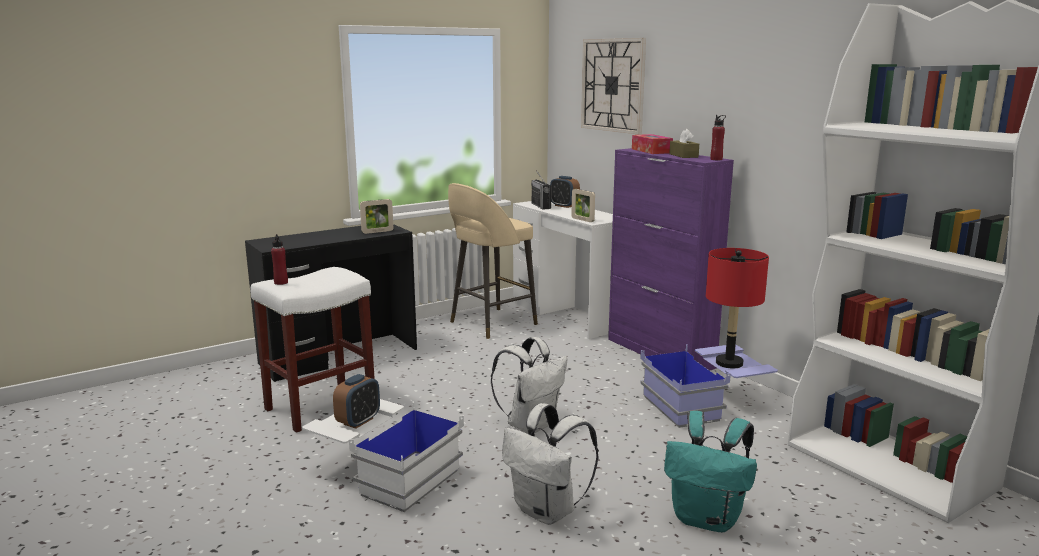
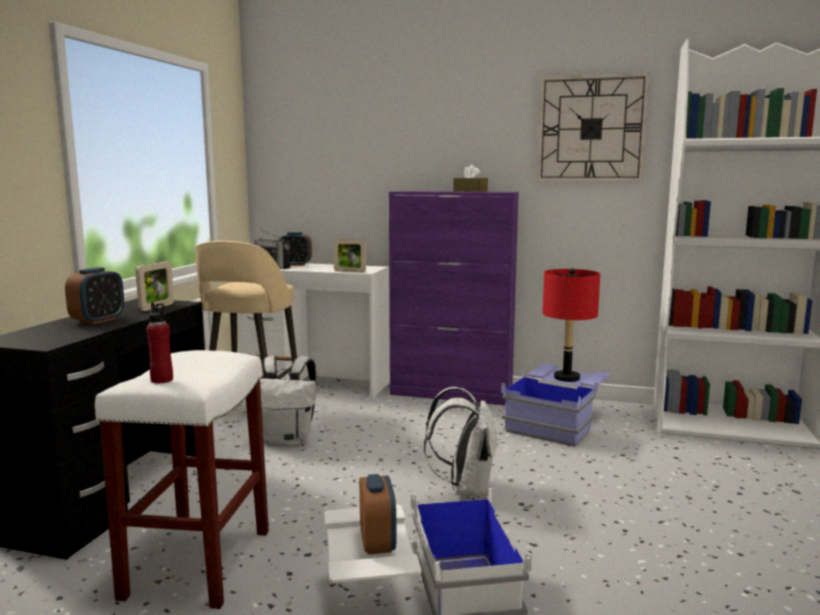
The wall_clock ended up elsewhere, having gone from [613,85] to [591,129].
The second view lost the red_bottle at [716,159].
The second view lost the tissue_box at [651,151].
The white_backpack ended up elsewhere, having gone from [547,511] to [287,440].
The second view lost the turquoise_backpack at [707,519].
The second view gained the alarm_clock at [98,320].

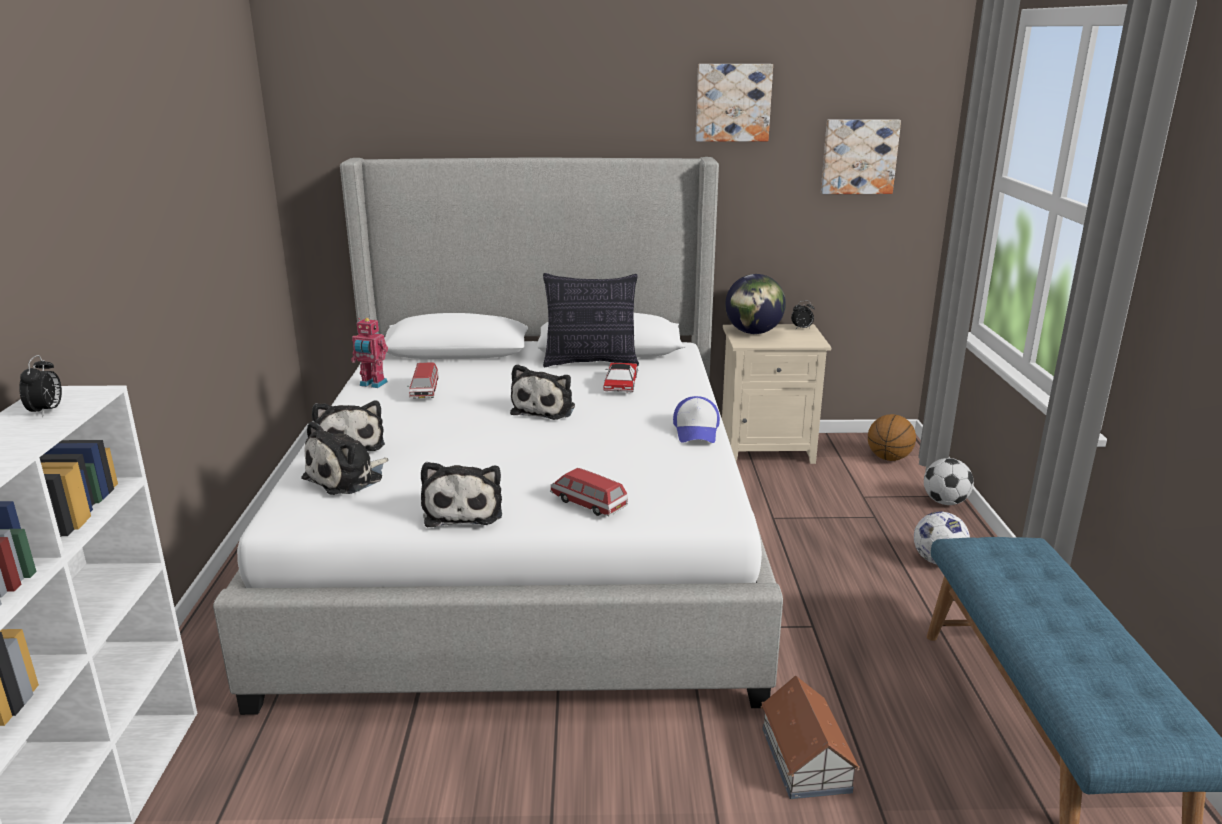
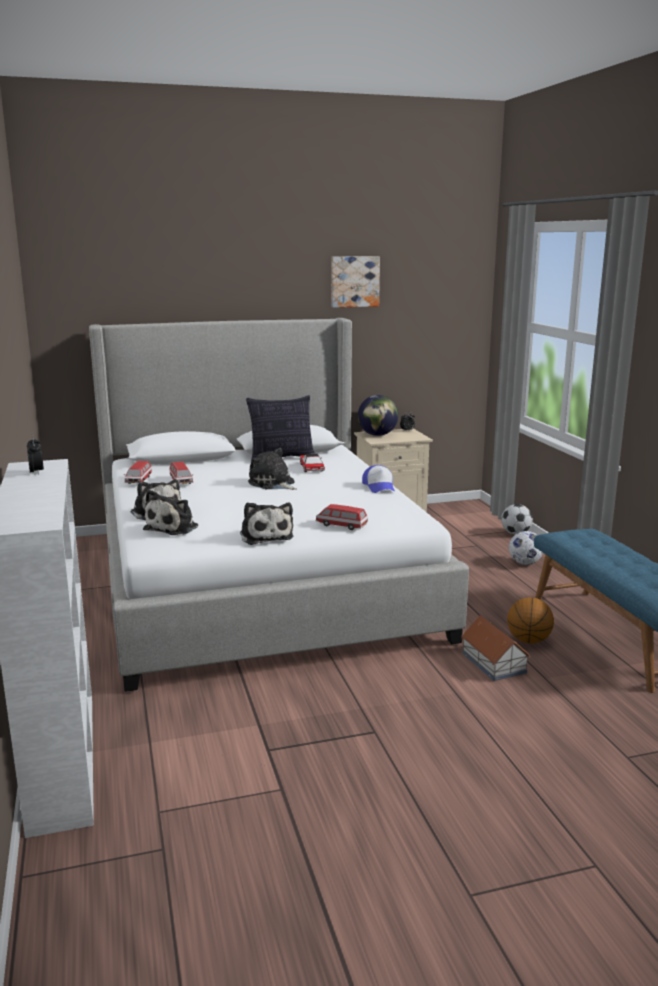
The second view lost the picture at [858,156].
Where the toy_robot stood at [372,384], the toy_car came to stand at [138,480].
The plush_toy at [545,409] ended up facing another way, 135 degrees clockwise from before.
The basketball ended up elsewhere, having gone from [889,458] to [528,640].

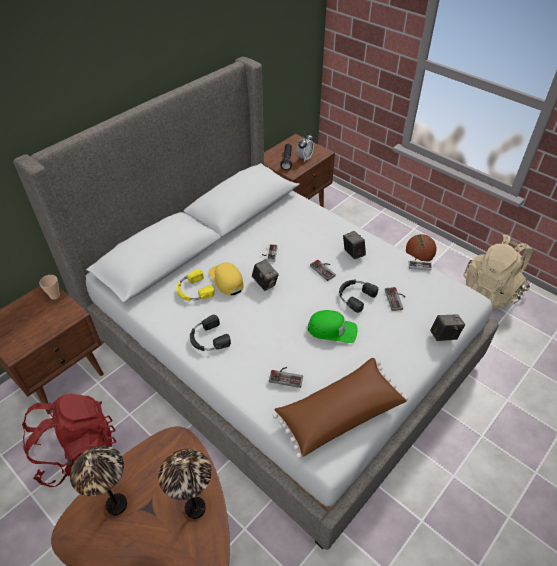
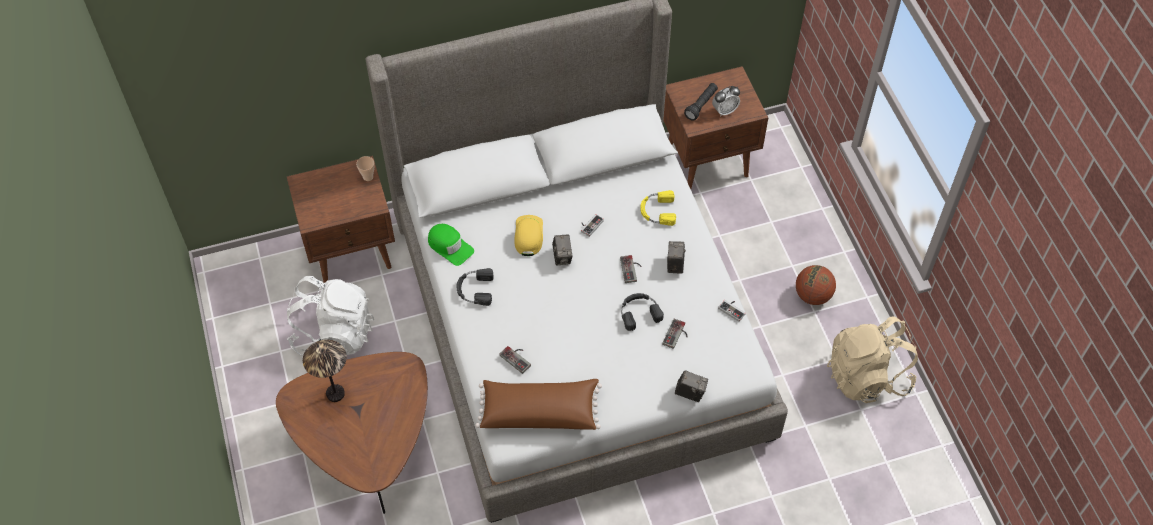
The yellow_headphones ended up elsewhere, having gone from [193,291] to [657,211].
The green_cap ended up elsewhere, having gone from [332,330] to [450,246].
What was the red_backpack at [77,451] turned into the white_backpack at [334,333].
The second view lost the table_lamp at [195,508].

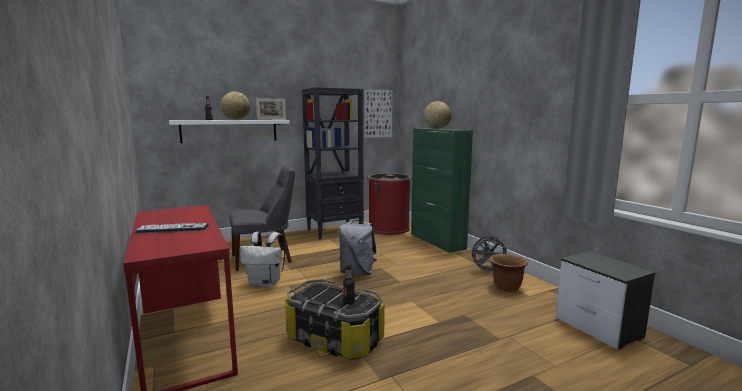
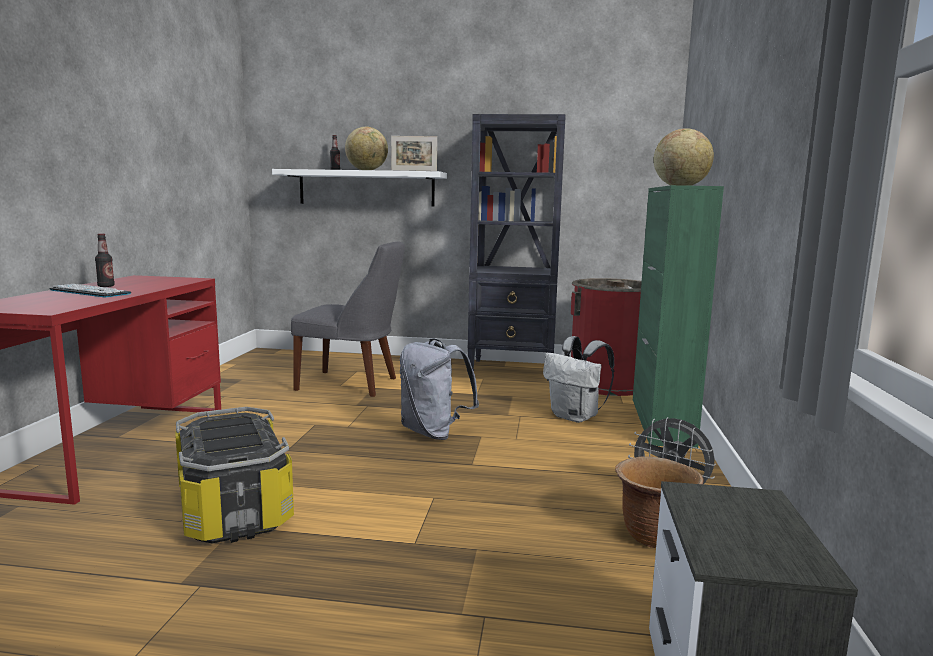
The second view lost the picture at [378,113].
The white_backpack ended up elsewhere, having gone from [266,283] to [576,417].
The bottle ended up elsewhere, having gone from [349,302] to [106,286].

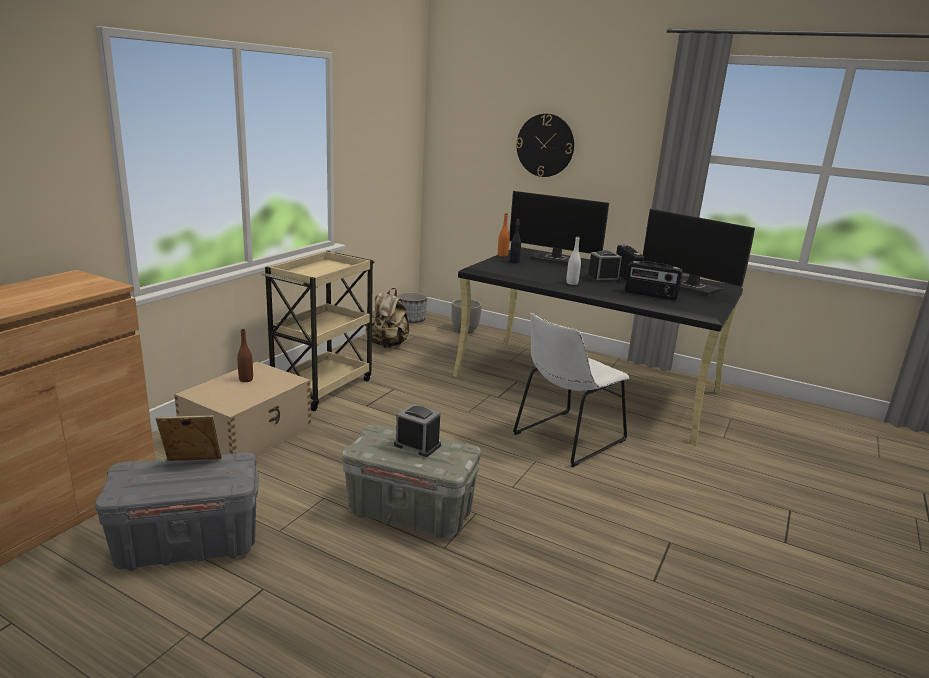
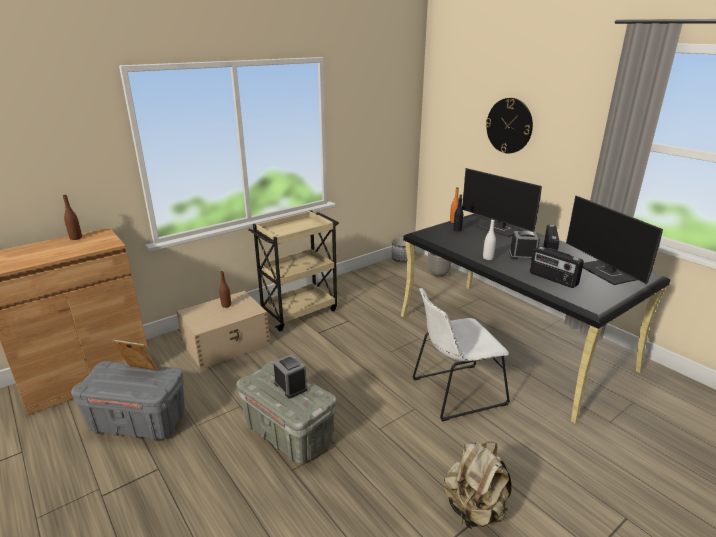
The beige_backpack ended up elsewhere, having gone from [387,345] to [474,510].
The second view gained the brown_bottle at [76,238].

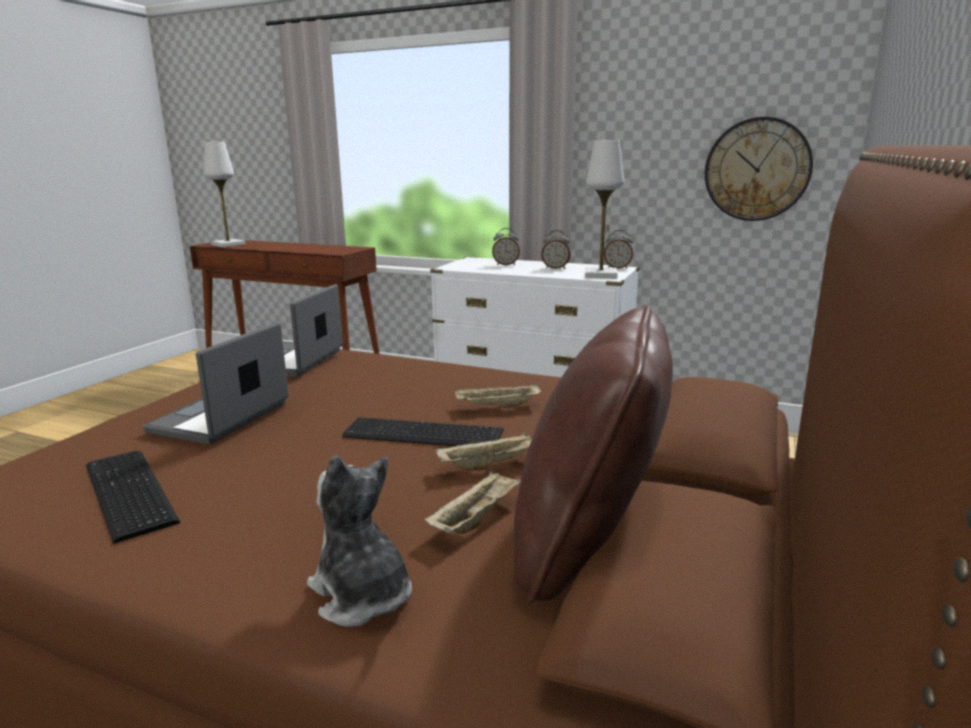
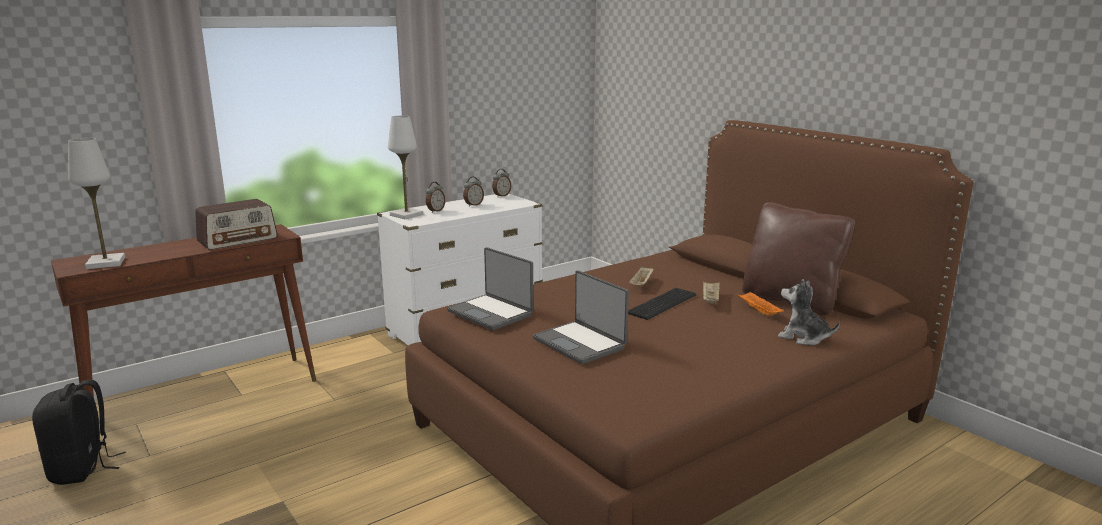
The second view lost the wall_clock at [757,169].
The white_table_lamp ended up elsewhere, having gone from [601,275] to [406,215].
The second view lost the keyboard at [126,494].
The plush_toy at [362,596] ended up facing another way, 45 degrees clockwise from before.
What was the beige_tray at [476,518] turned into the orange_tray at [758,311].
The second view gained the radio at [238,240].
The second view gained the black_backpack at [82,469].

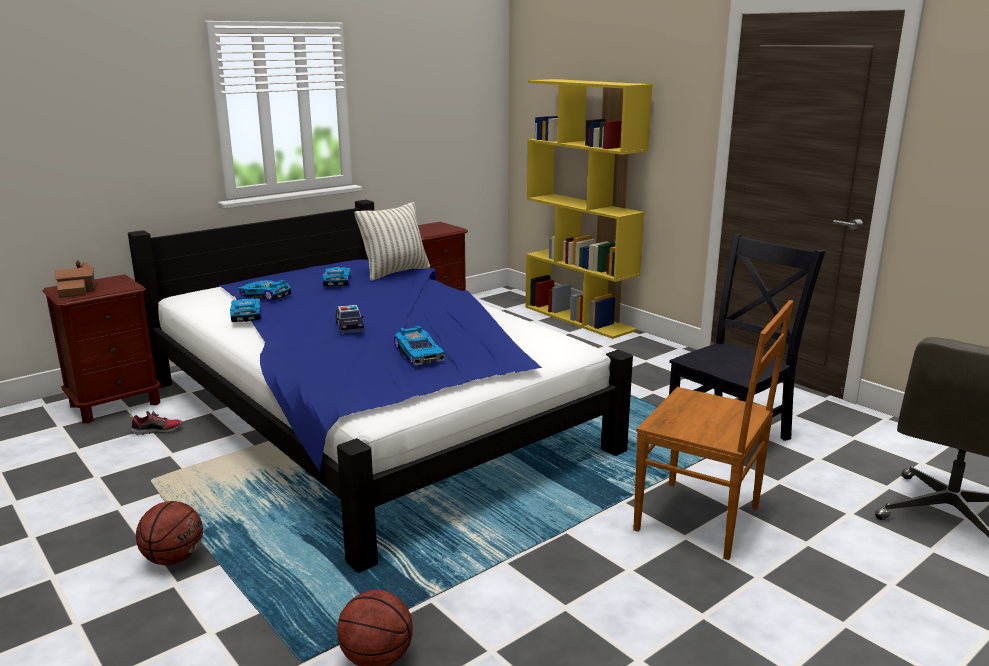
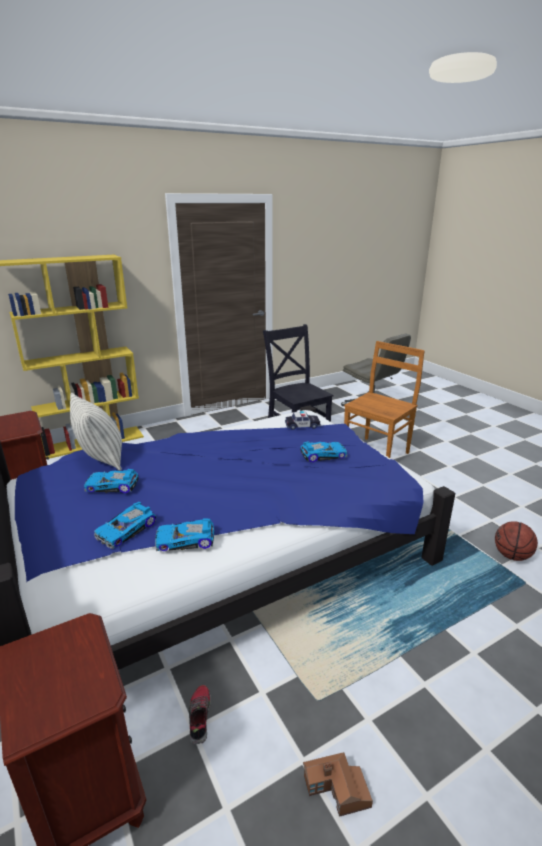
The toy_house ended up elsewhere, having gone from [78,290] to [336,790].
The toy_car ended up elsewhere, having gone from [349,326] to [302,425].
The second view lost the basketball at [174,558].

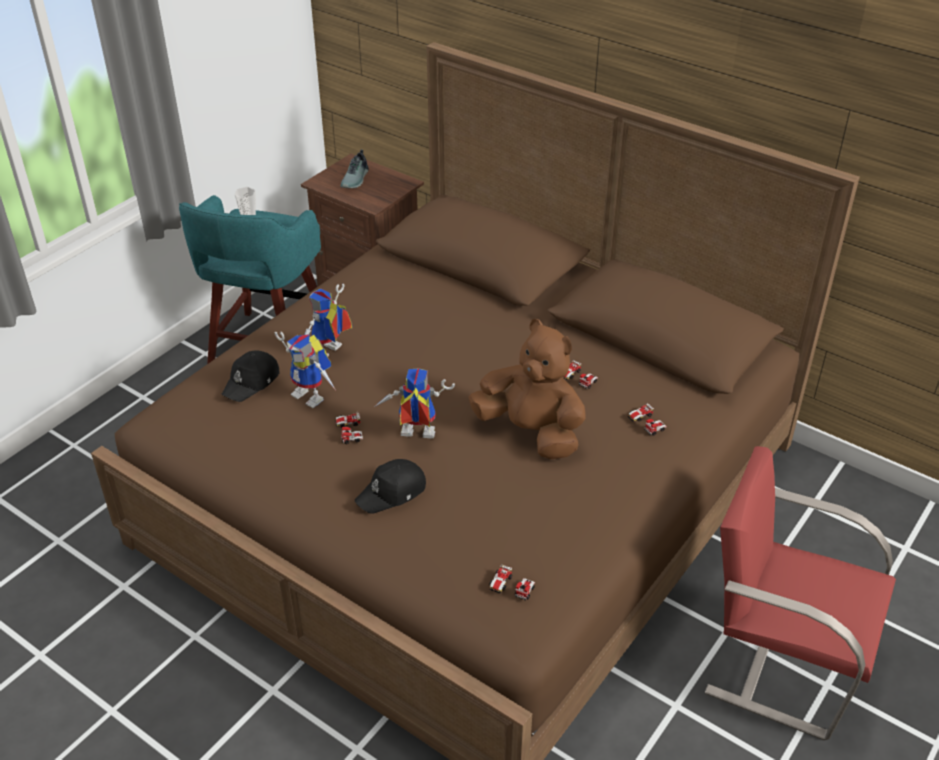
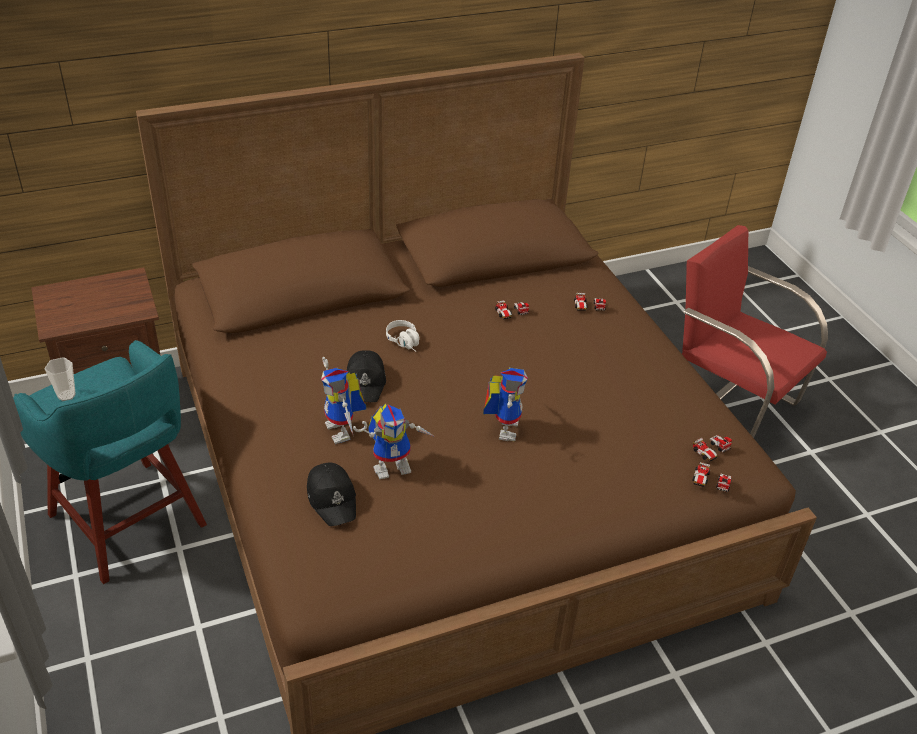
The second view lost the shoe at [356,179].
The second view lost the brown_plush_toy at [531,432].
The toy_robot at [414,436] ended up facing another way, 150 degrees clockwise from before.
The toy_car ended up elsewhere, having gone from [349,431] to [711,482].
The red_chair at [780,660] ended up facing another way, 75 degrees clockwise from before.
The black_cap ended up elsewhere, having gone from [392,492] to [366,382].
The second view gained the white_headphones at [406,343].

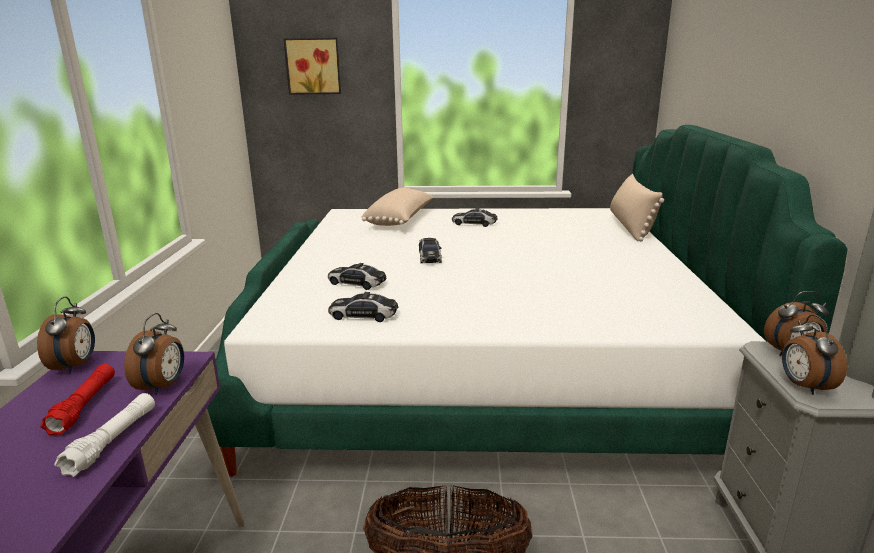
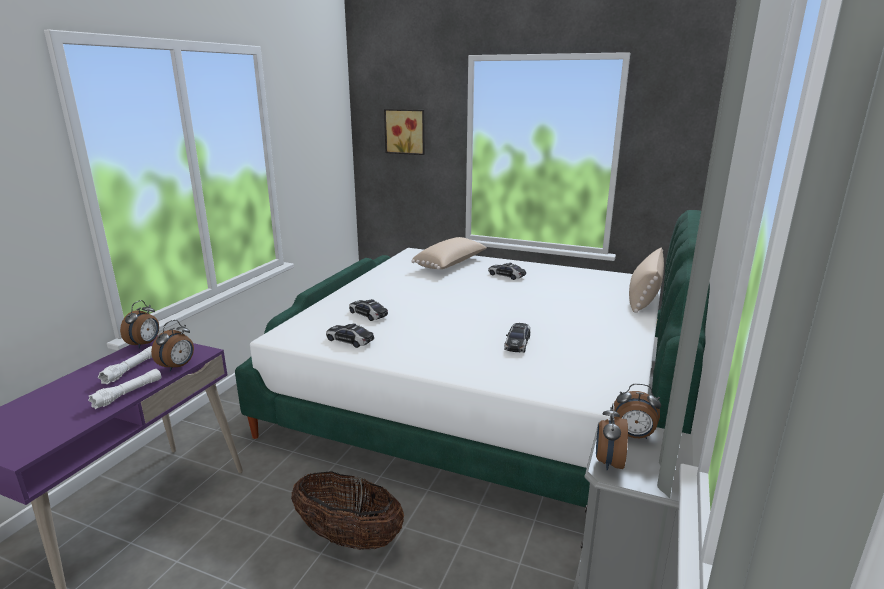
The toy_car ended up elsewhere, having gone from [429,256] to [517,343].
What was the red_flashlight at [84,406] turned into the white_flashlight at [131,370].

